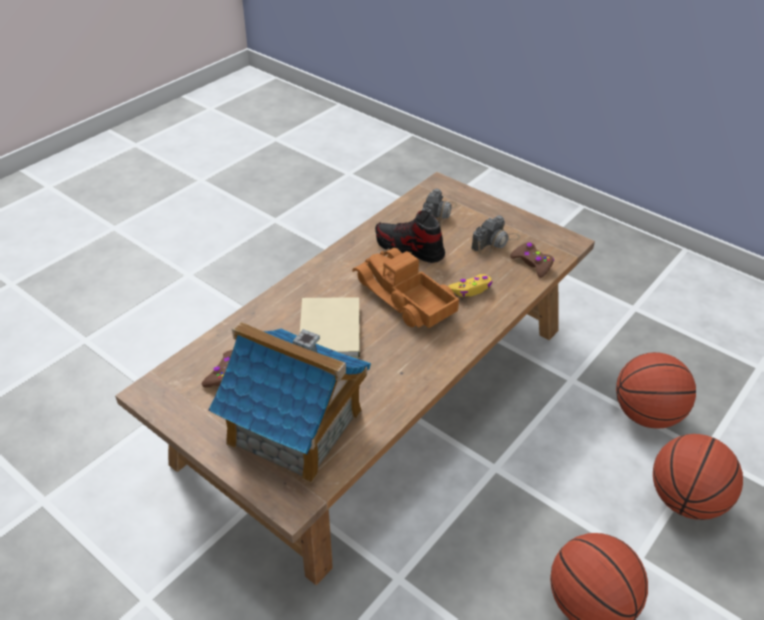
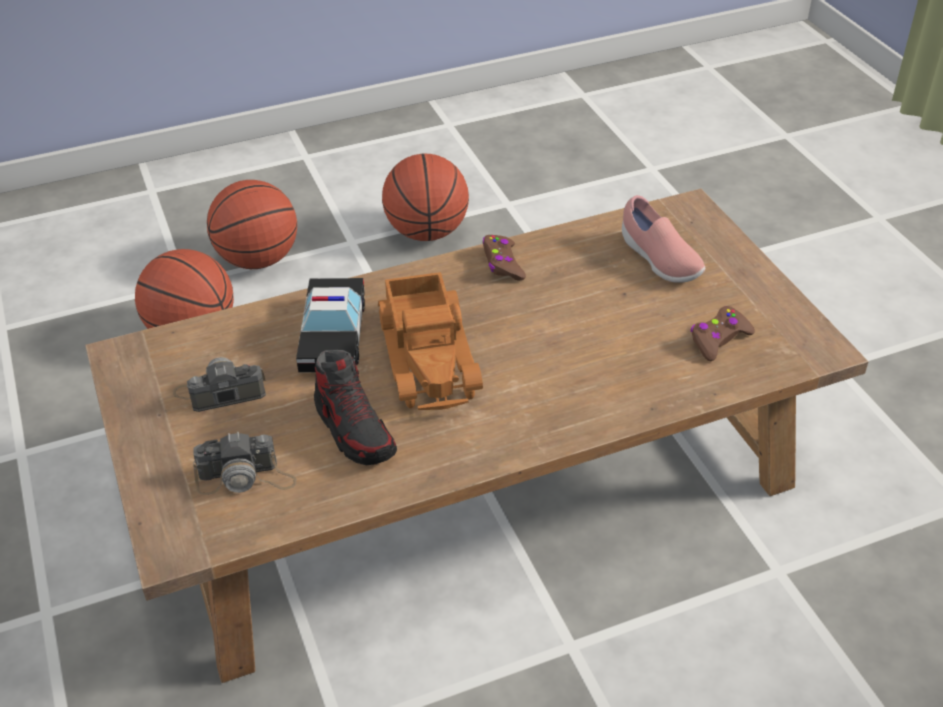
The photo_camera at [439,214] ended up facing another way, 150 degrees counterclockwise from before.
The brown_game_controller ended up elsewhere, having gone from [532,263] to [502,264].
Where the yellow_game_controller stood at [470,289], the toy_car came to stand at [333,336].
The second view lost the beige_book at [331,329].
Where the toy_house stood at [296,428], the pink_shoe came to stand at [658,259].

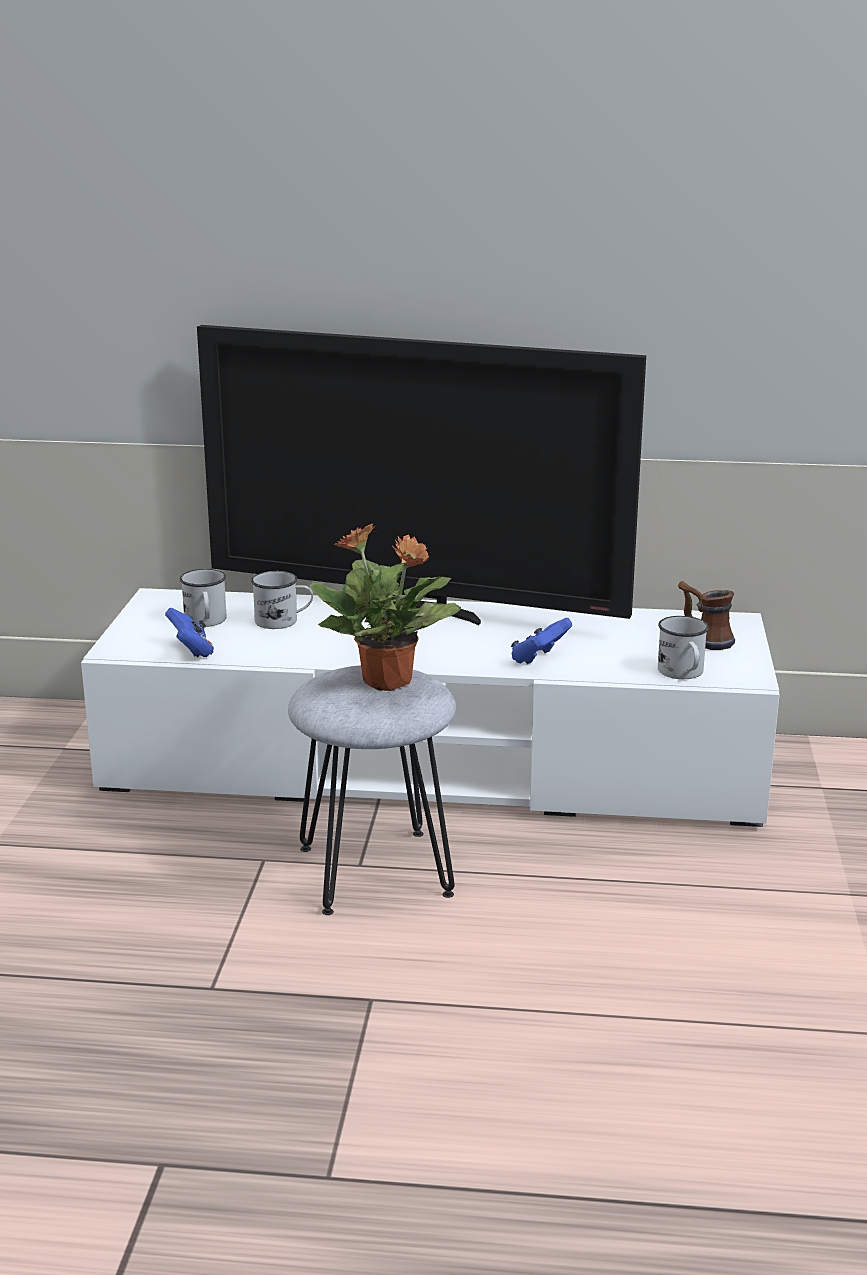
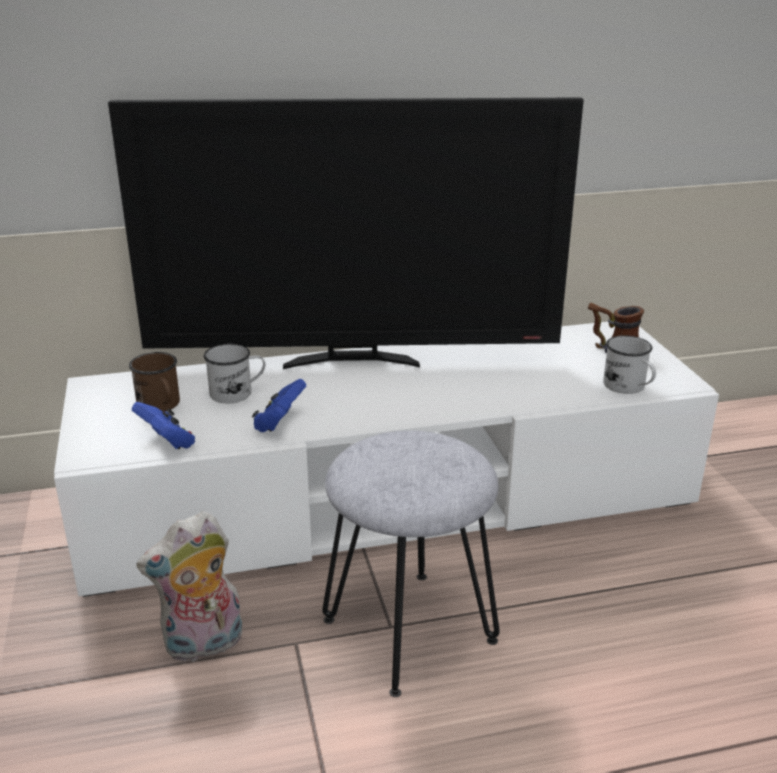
The second view lost the potted_plant at [388,682].
What was the white_mug at [206,622] turned into the brown_mug at [161,406].
The blue_game_controller ended up elsewhere, having gone from [539,659] to [279,423].
The second view gained the plush_toy at [203,645].

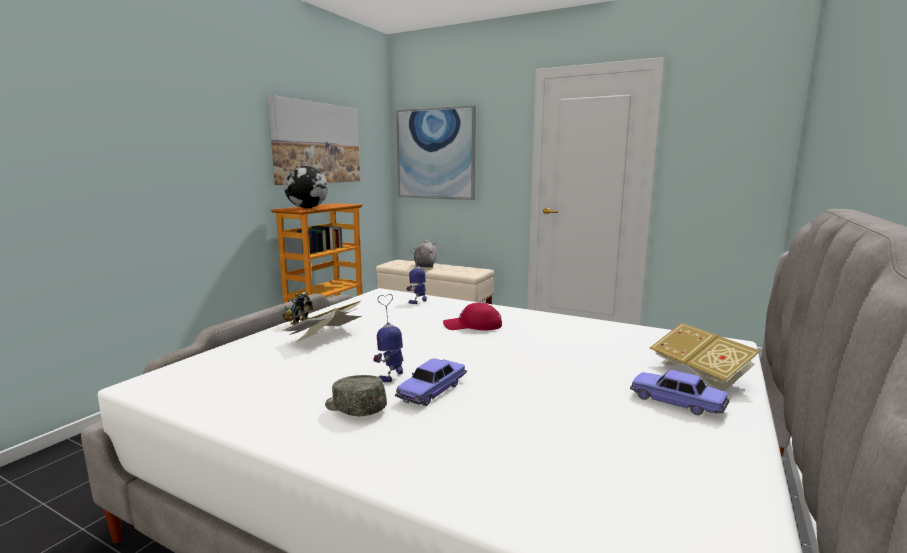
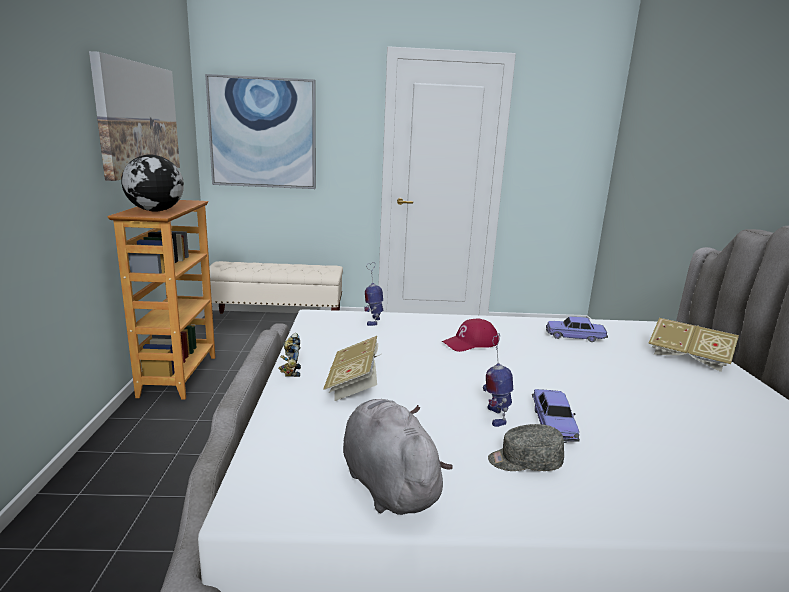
The grey_plush_toy ended up elsewhere, having gone from [425,265] to [387,483].
The toy_car ended up elsewhere, having gone from [676,402] to [575,337].

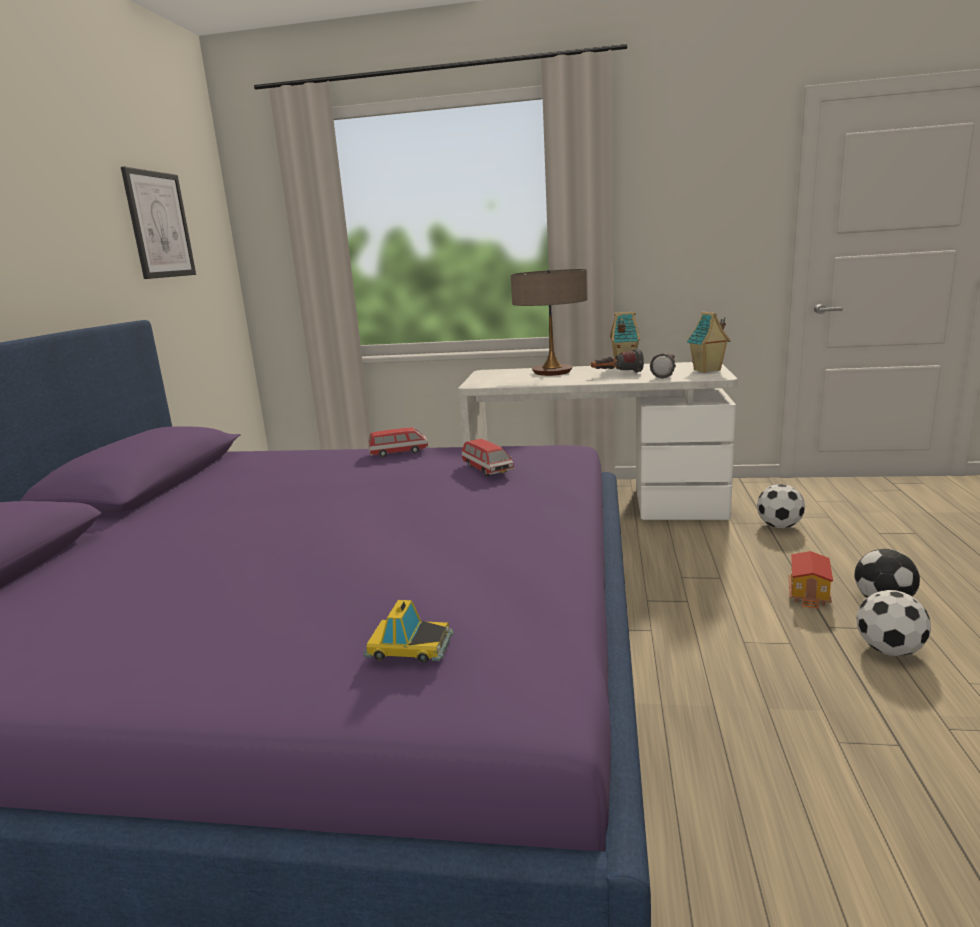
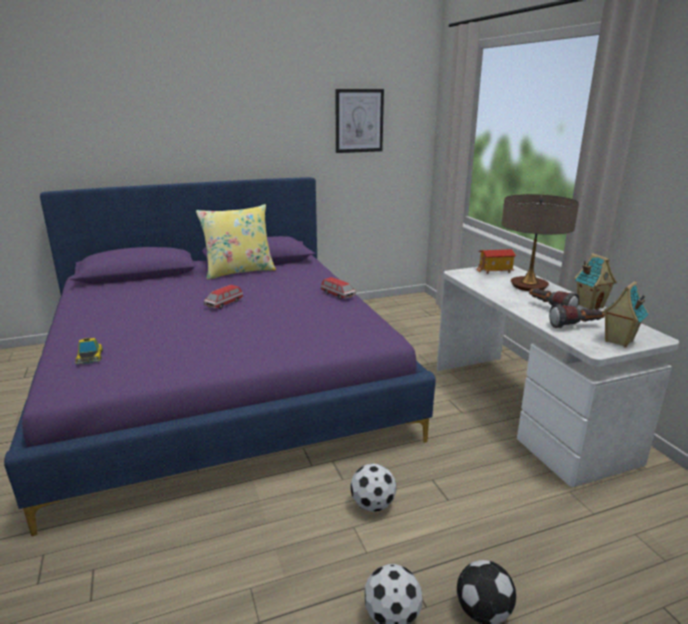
The toy_car ended up elsewhere, having gone from [487,469] to [224,304].
The football ended up elsewhere, having gone from [779,526] to [373,505].
The toy_house ended up elsewhere, having gone from [809,594] to [495,271].
The second view gained the yellow_pillow at [239,271].

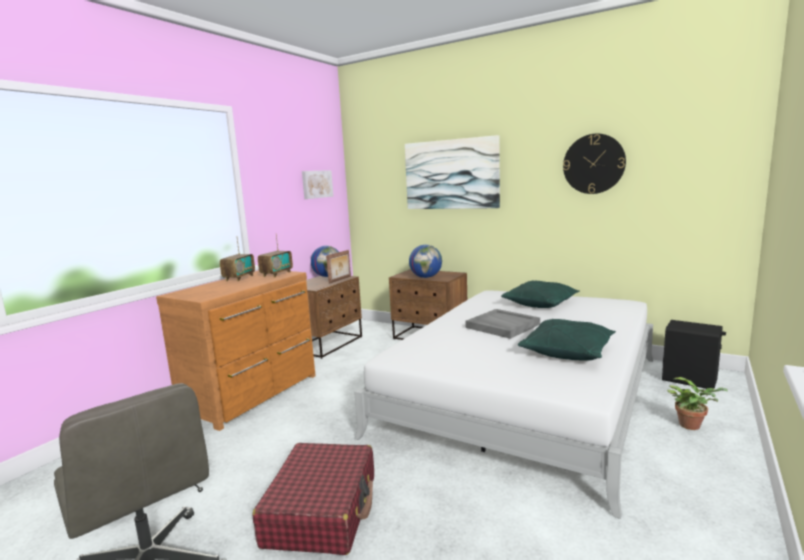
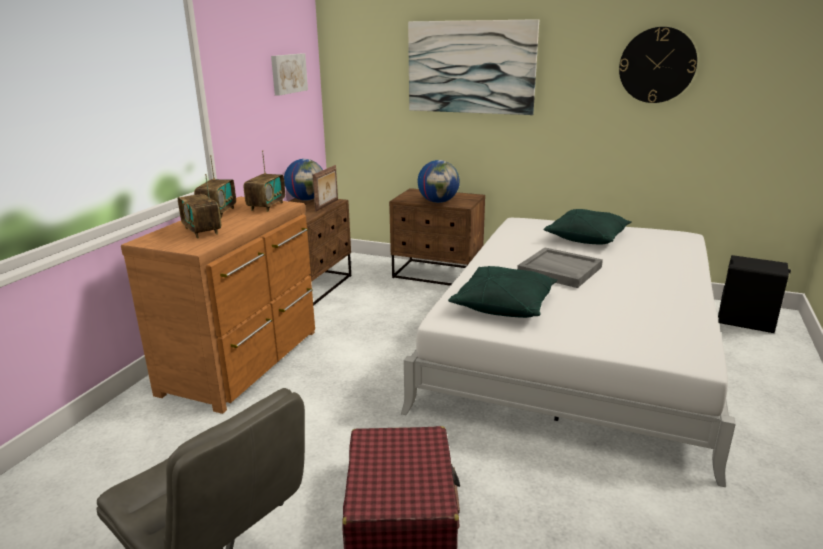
The green_pillow ended up elsewhere, having gone from [567,352] to [504,305].
The second view lost the potted_plant at [692,425].
The second view gained the radio at [202,231].

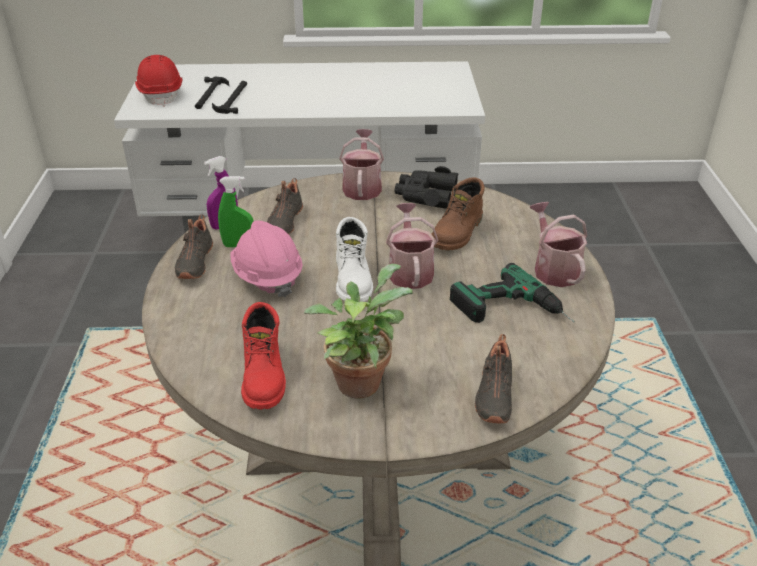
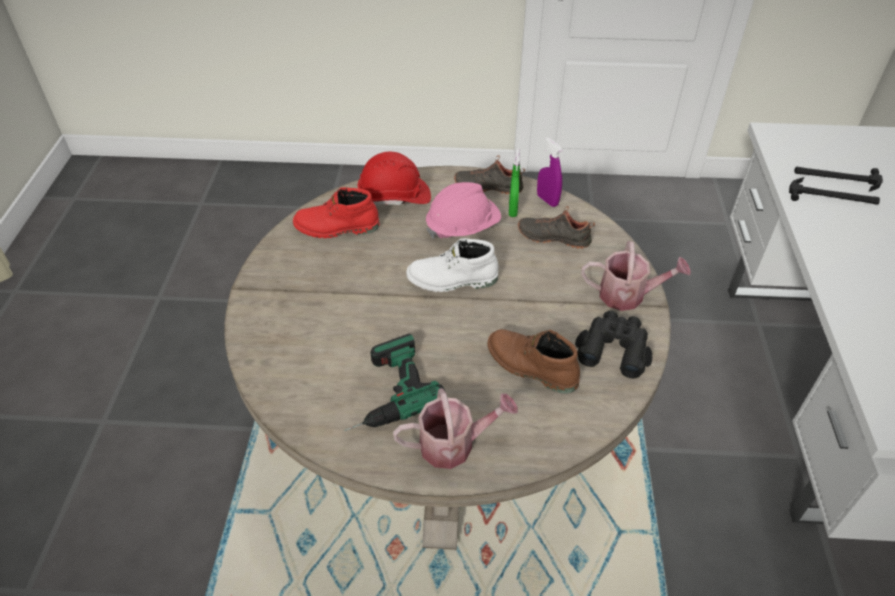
The red_hard_hat ended up elsewhere, having gone from [161,94] to [395,197].
The second view lost the watering_can at [410,270].
The second view lost the potted_plant at [359,379].
The second view lost the black_shoe at [493,394].

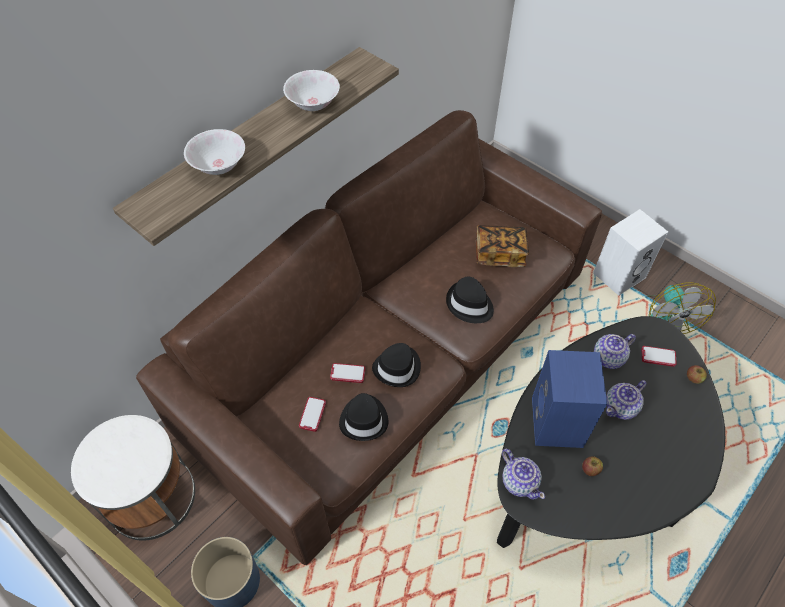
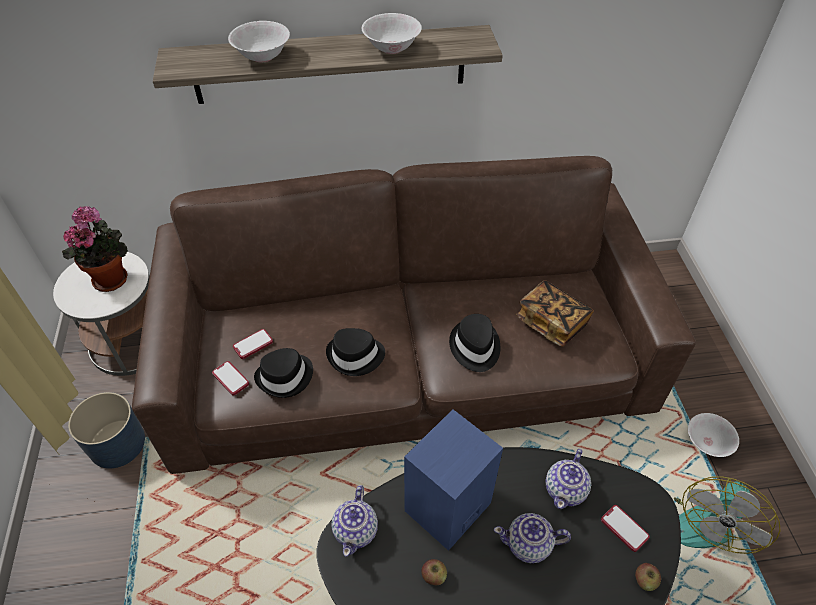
Where the white_speaker stood at [619,274], the white_bowl came to stand at [707,443].
The teapot at [609,358] ended up facing another way, 75 degrees counterclockwise from before.
The phone ended up elsewhere, having gone from [347,373] to [230,379].
The second view gained the potted_plant at [112,277].

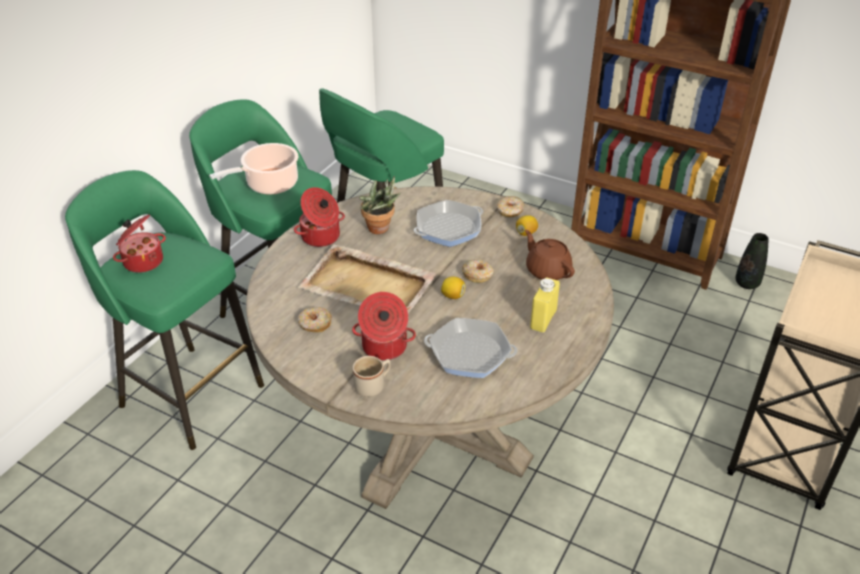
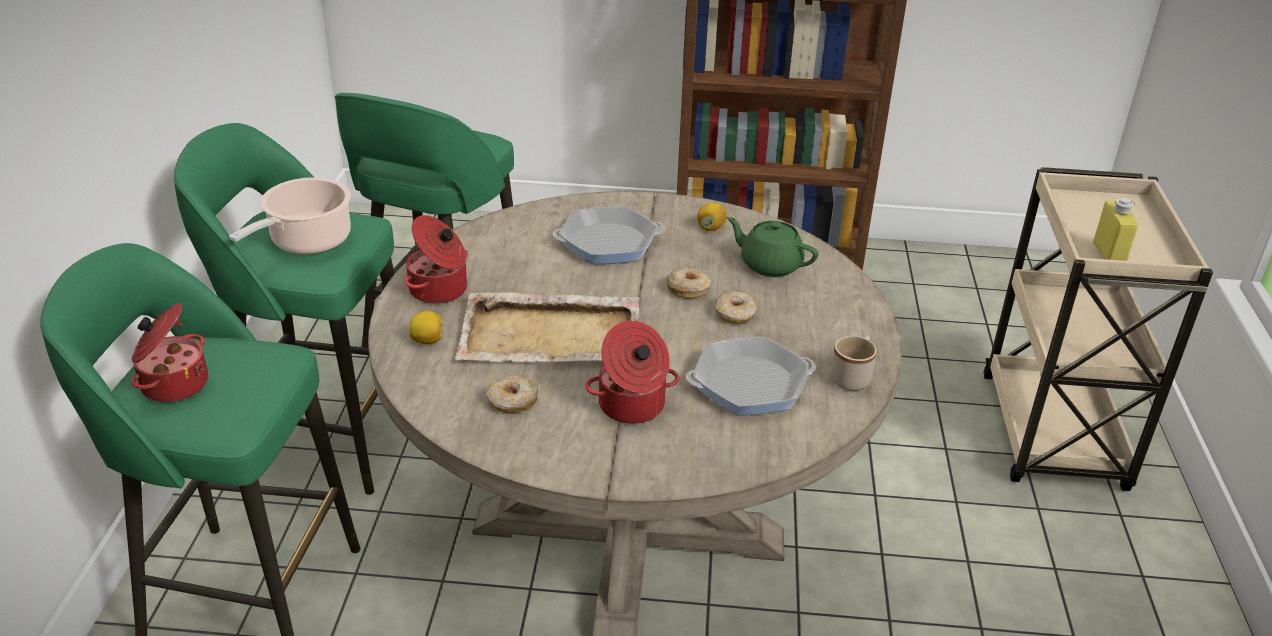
The second view lost the potted_plant at [381,229].
The donut ended up elsewhere, having gone from [510,211] to [735,314].
The frying_pan at [448,228] ended up facing another way, 45 degrees clockwise from before.
What was the brown_teapot at [547,270] turned into the green_teapot at [769,265].
The second view lost the black_vase at [747,284].
The lemon ended up elsewhere, having gone from [453,296] to [427,340].
The yellow_bottle ended up elsewhere, having gone from [543,319] to [1108,255].
The beige_mug ended up elsewhere, having gone from [373,385] to [853,377].

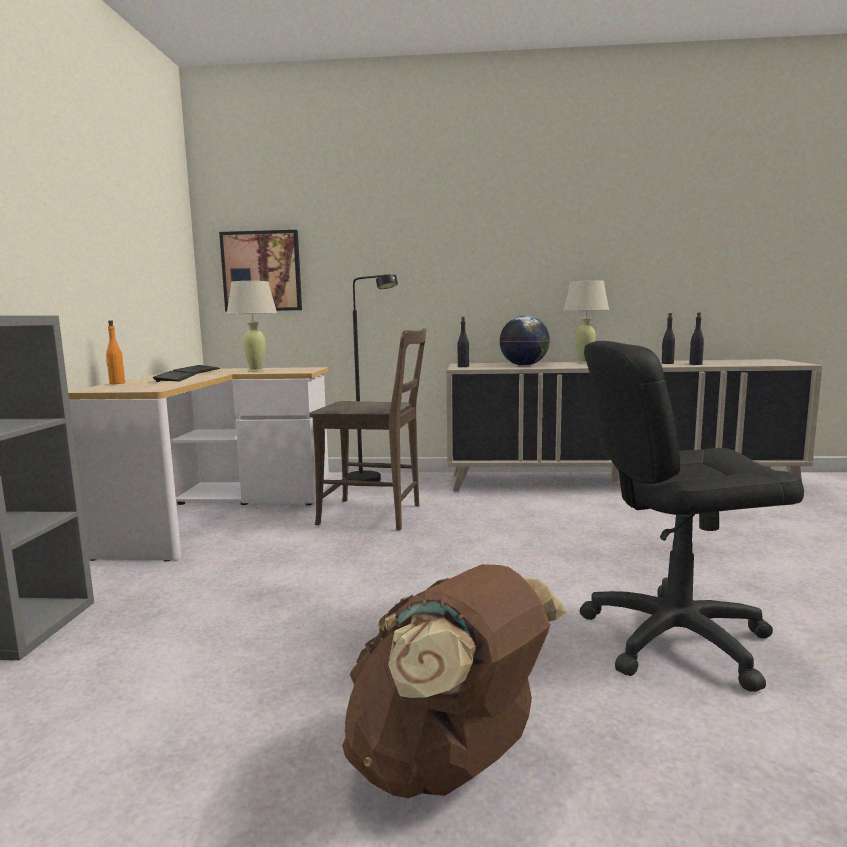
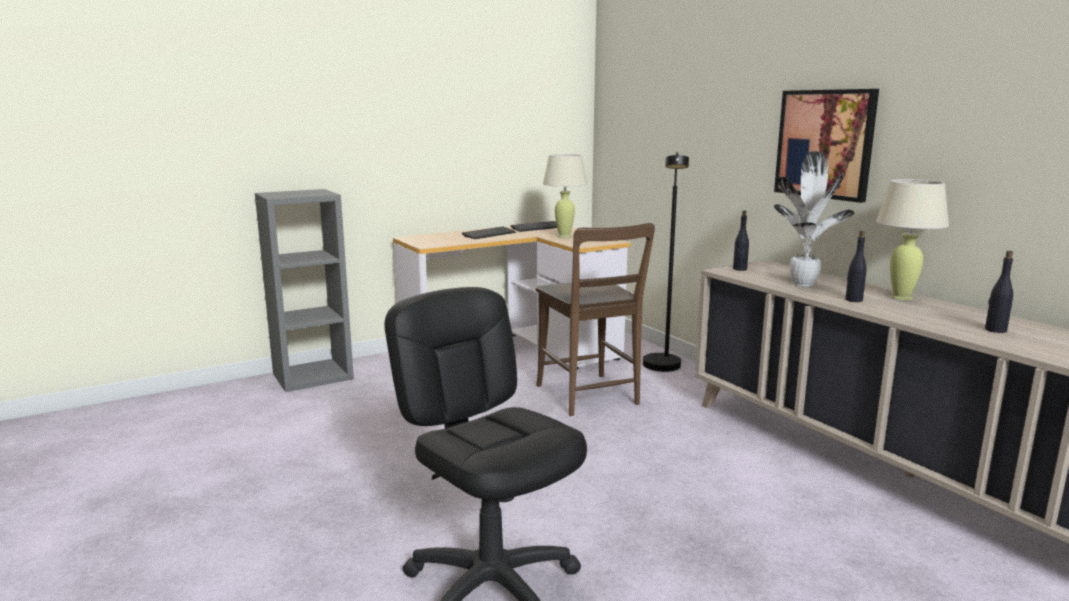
The picture ended up elsewhere, having gone from [262,271] to [825,144].
The black_bottle ended up elsewhere, having gone from [695,364] to [853,300].
Where the globe stood at [524,365], the potted_plant came to stand at [803,283].
The second view lost the orange_bottle at [117,383].
The second view lost the brown_backpack at [447,764].

